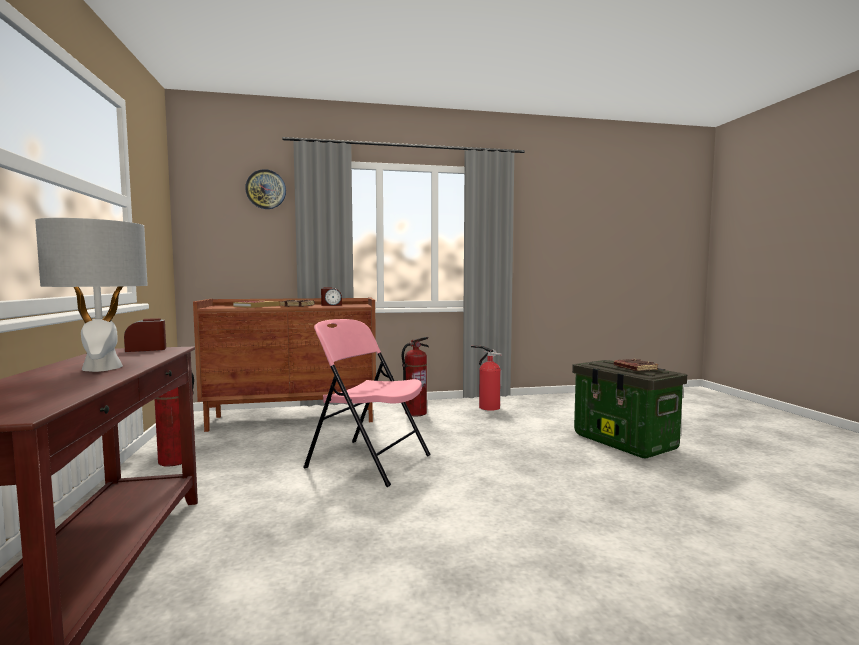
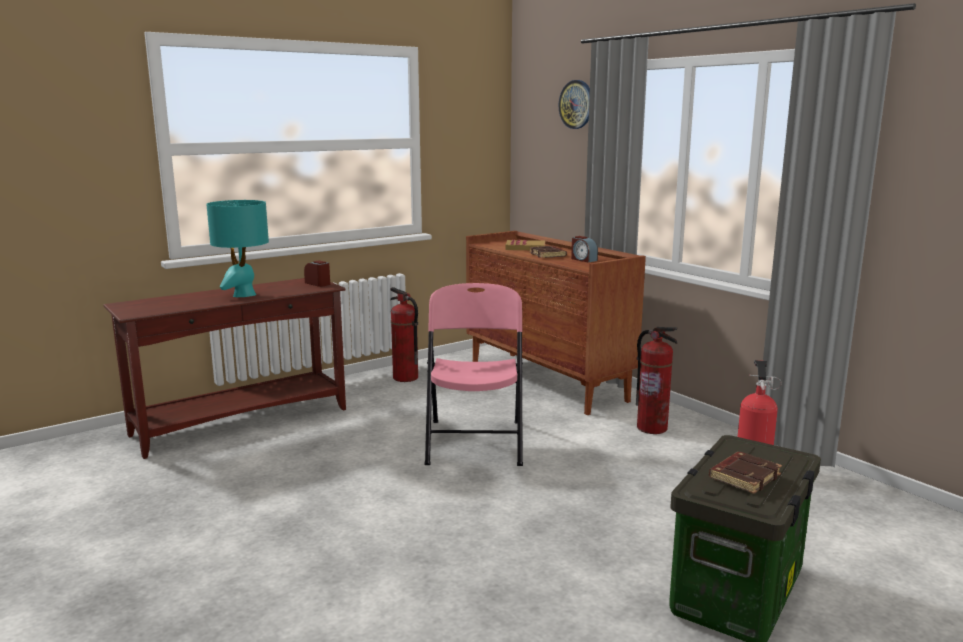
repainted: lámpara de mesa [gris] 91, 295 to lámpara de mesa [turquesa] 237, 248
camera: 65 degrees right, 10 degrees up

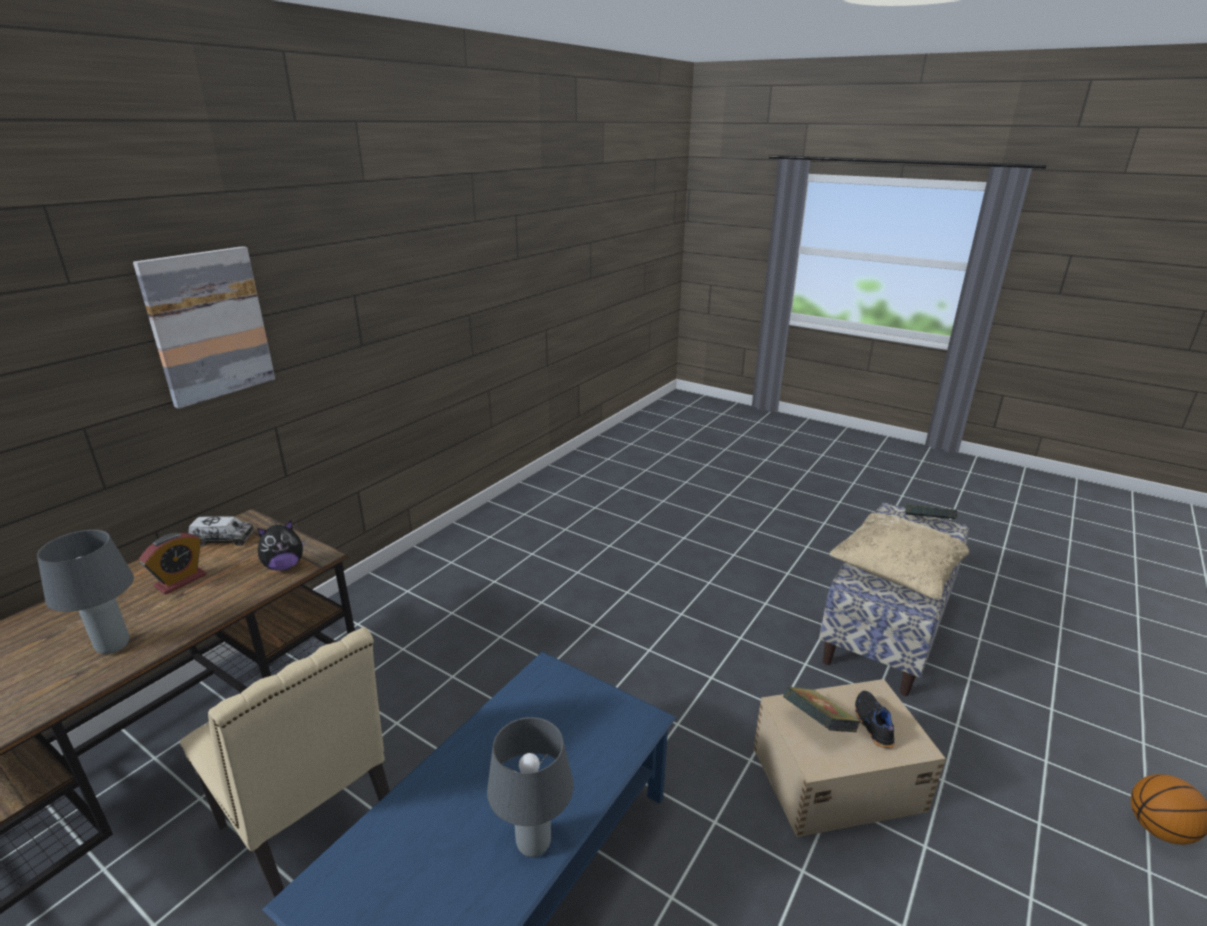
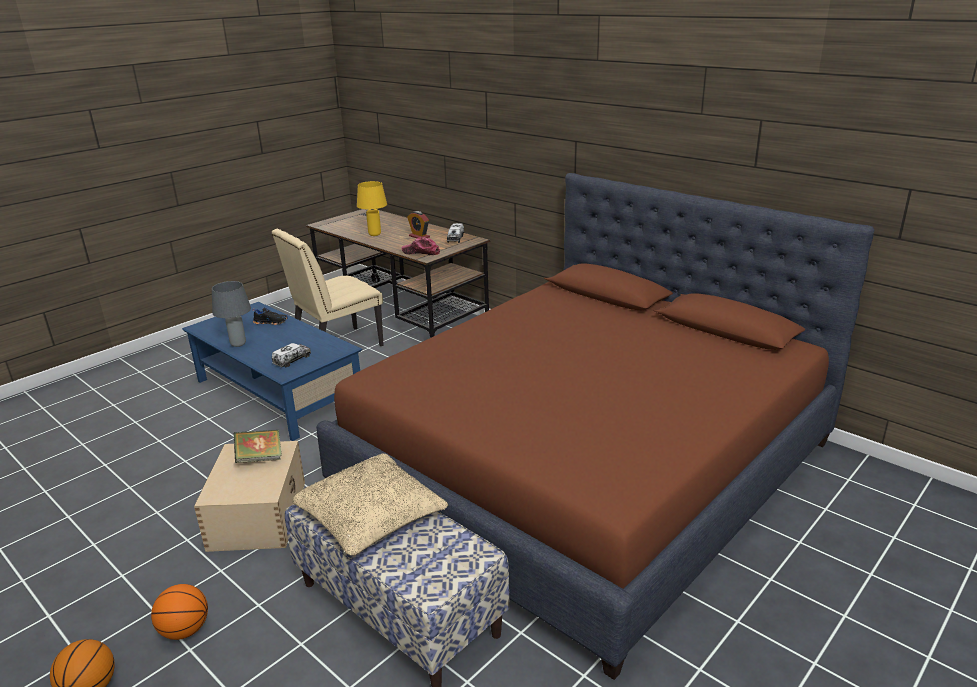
gone: cuadro 204, 327; libro 931, 511
new: cama [marrón] 595, 426; camión de juguete 291, 355; balón de baloncesto 179, 612
shifted: zapato [negro] 875, 720 to 270, 316
swapped: peluche 281, 546 to gorra 421, 246
repainted: lámpara de mesa [gris] 85, 592 to lámpara de mesa [amarillo] 372, 208
camera: 100 degrees right, 0 degrees up

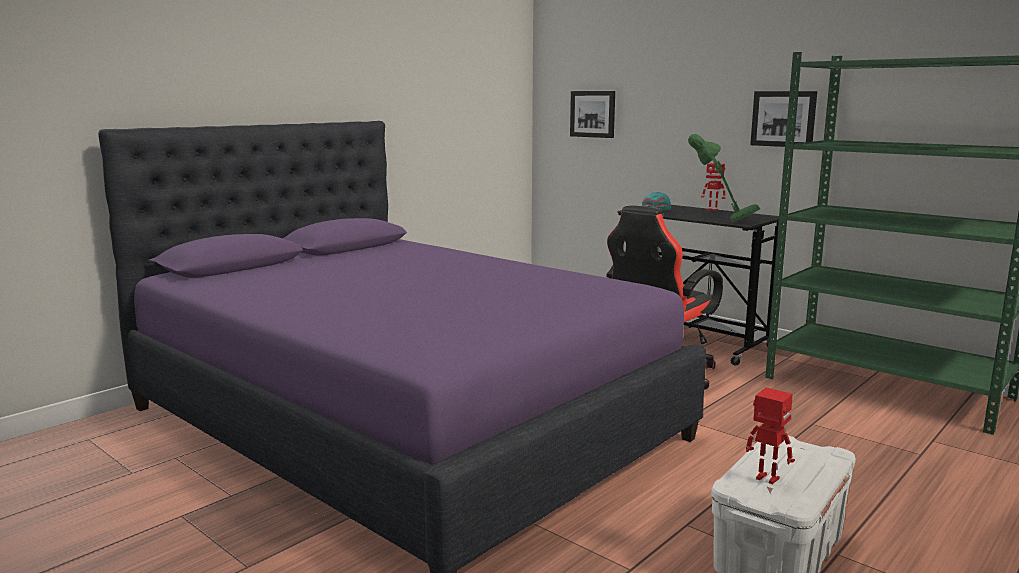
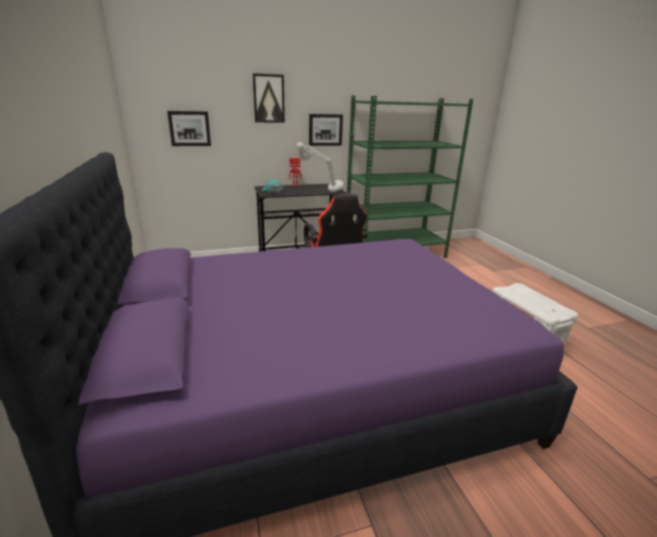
gone: robot de juguete 770, 435
new: cuadro 269, 98
repainted: lámpara de mesa [verde] 724, 178 to lámpara de mesa [gris] 320, 167
camera: 60 degrees left, 10 degrees up

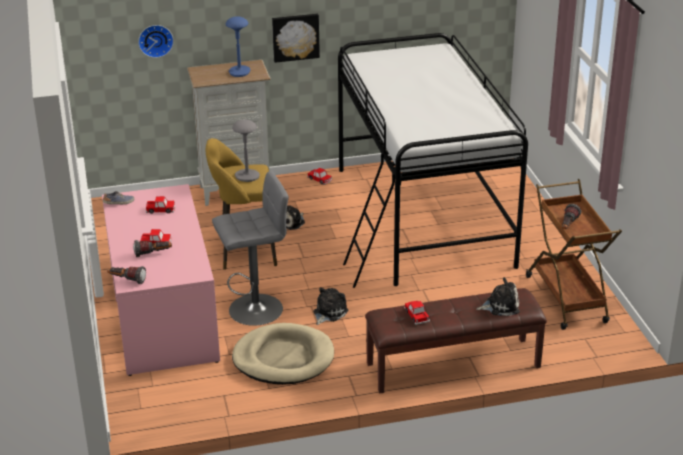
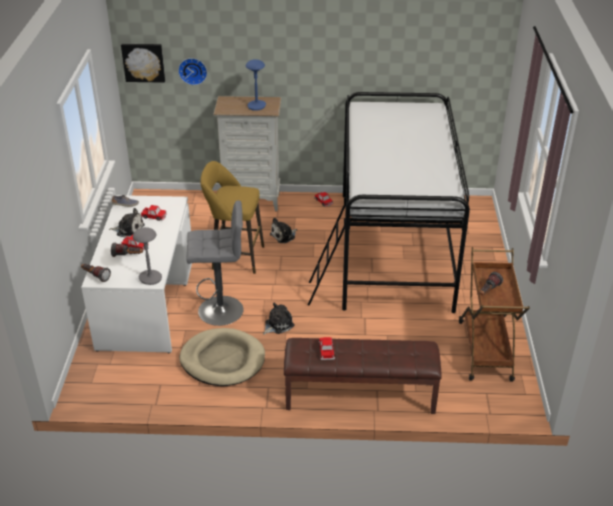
shifted: cuadro 296, 38 to 143, 63; lámpara de mesa [gris] 246, 151 to 147, 256; peluche 498, 296 to 127, 223
repainted: escritorio [rosa] 161, 280 to escritorio [blanco] 136, 274
camera: 15 degrees right, 5 degrees up

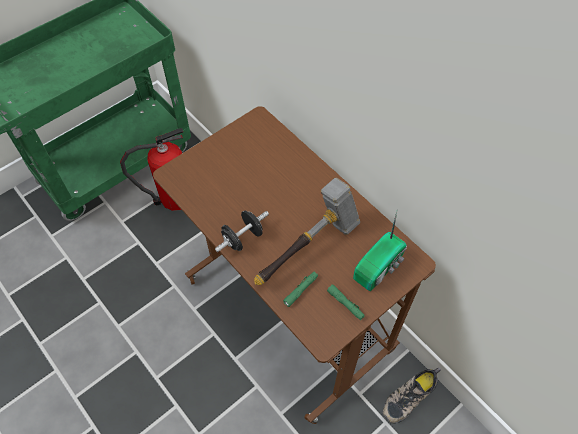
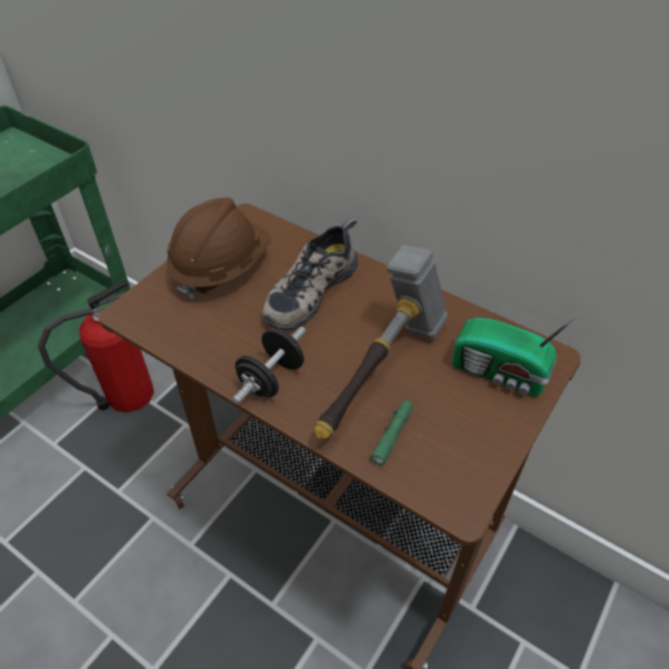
gone: linterna [verde] 346, 302
new: casco [marrón] 219, 248
shifted: zapato 412, 396 to 309, 274
rotated: radio 380, 251 = 516, 354 90 degrees clockwise
camera: 15 degrees left, 10 degrees down

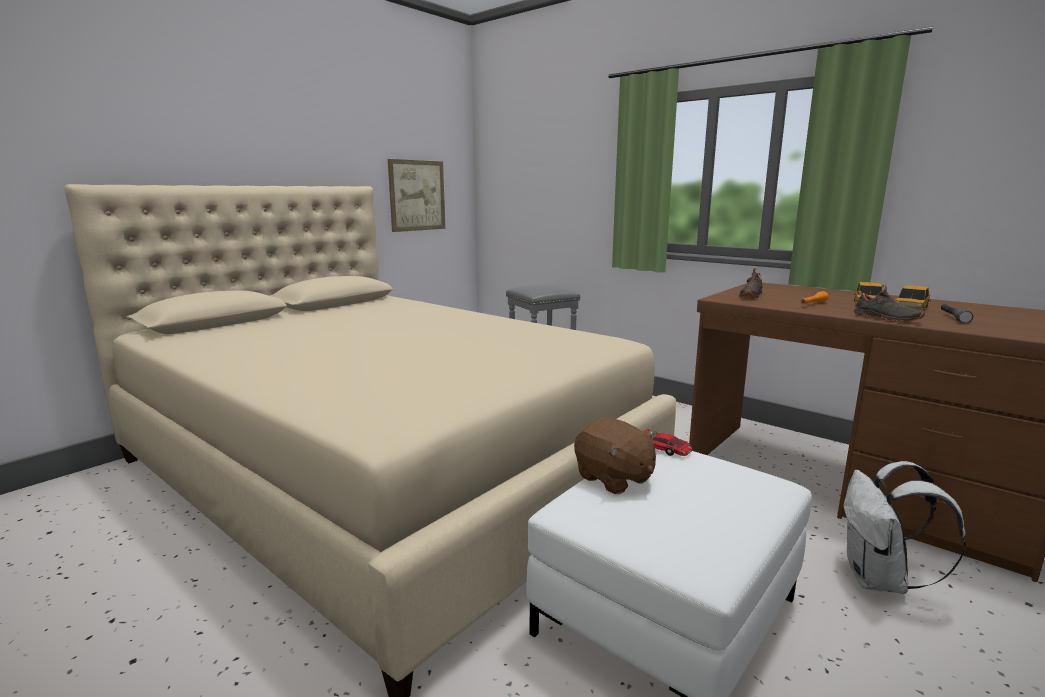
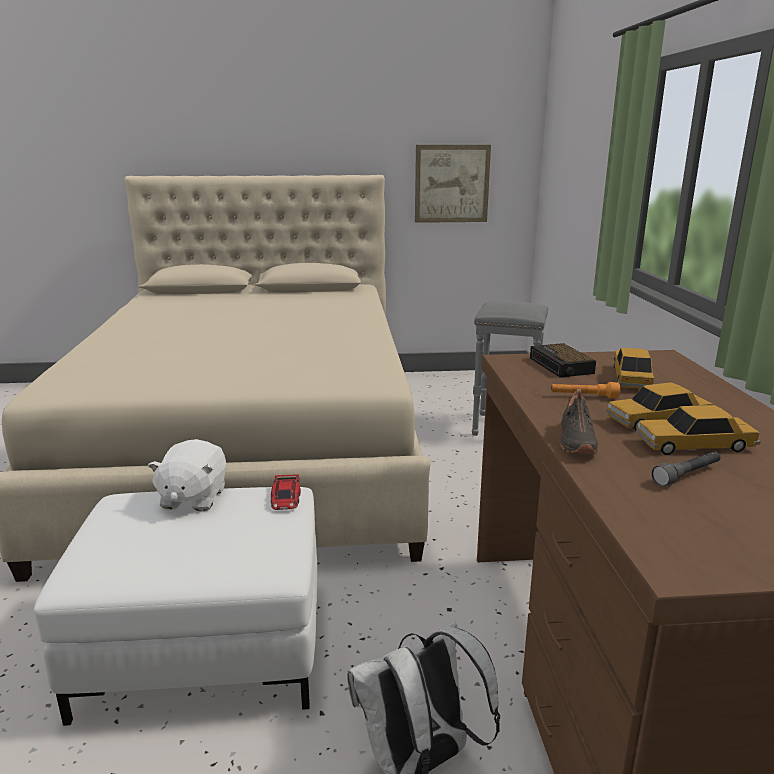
new: coche de juguete 633, 368
swapped: zapato [negro] 751, 283 to despertador 563, 360
repainted: peluche [marrón] 615, 456 to peluche [blanco] 187, 475
camera: 45 degrees right, 5 degrees up

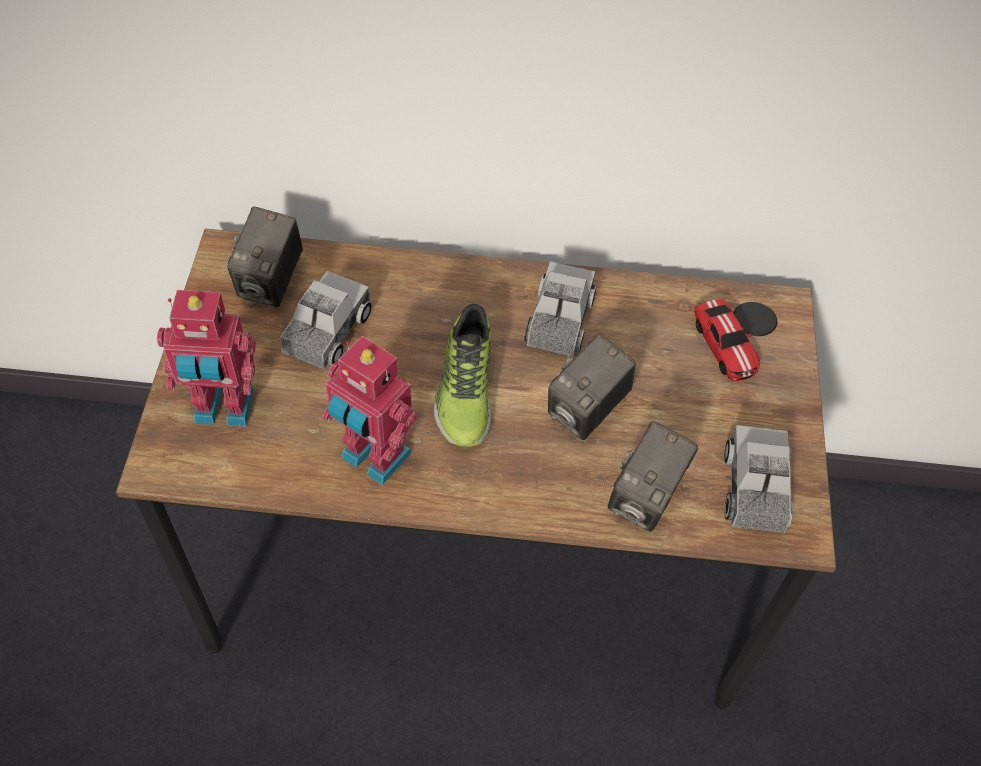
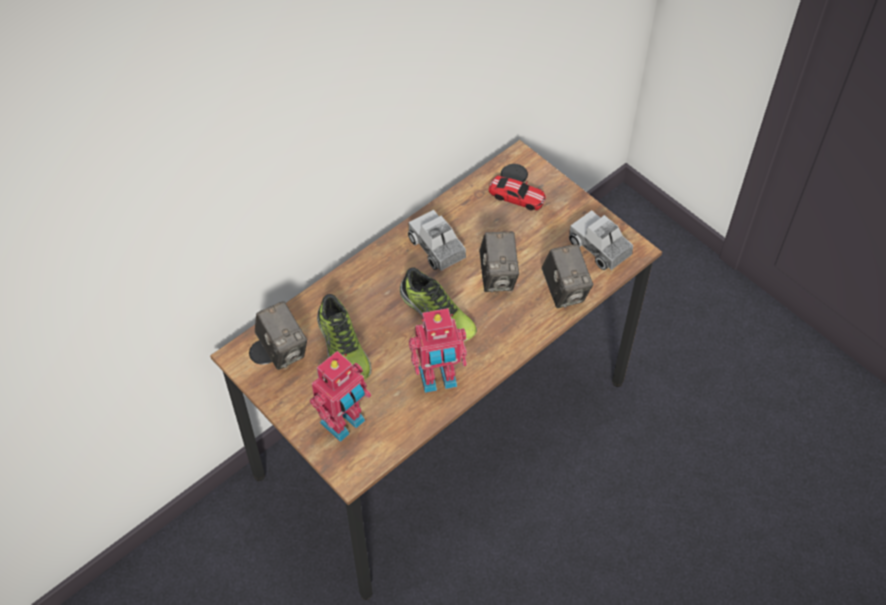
swapped: camión de juguete 326, 320 to zapato 344, 337
camera: 45 degrees left, 0 degrees up

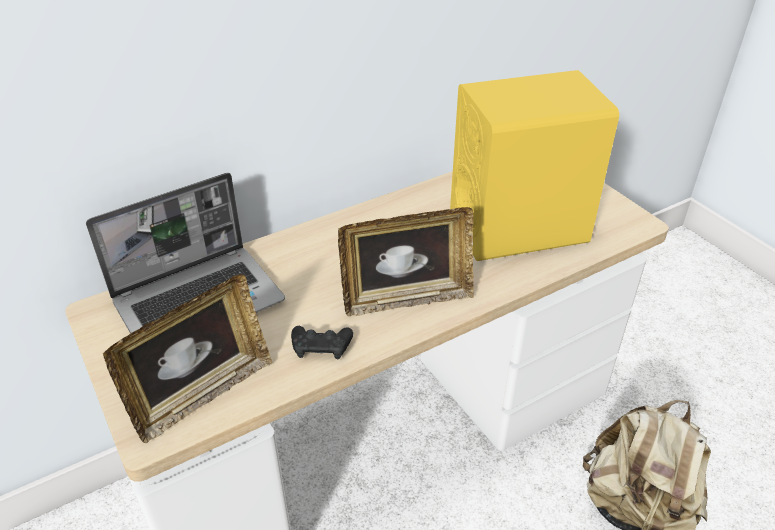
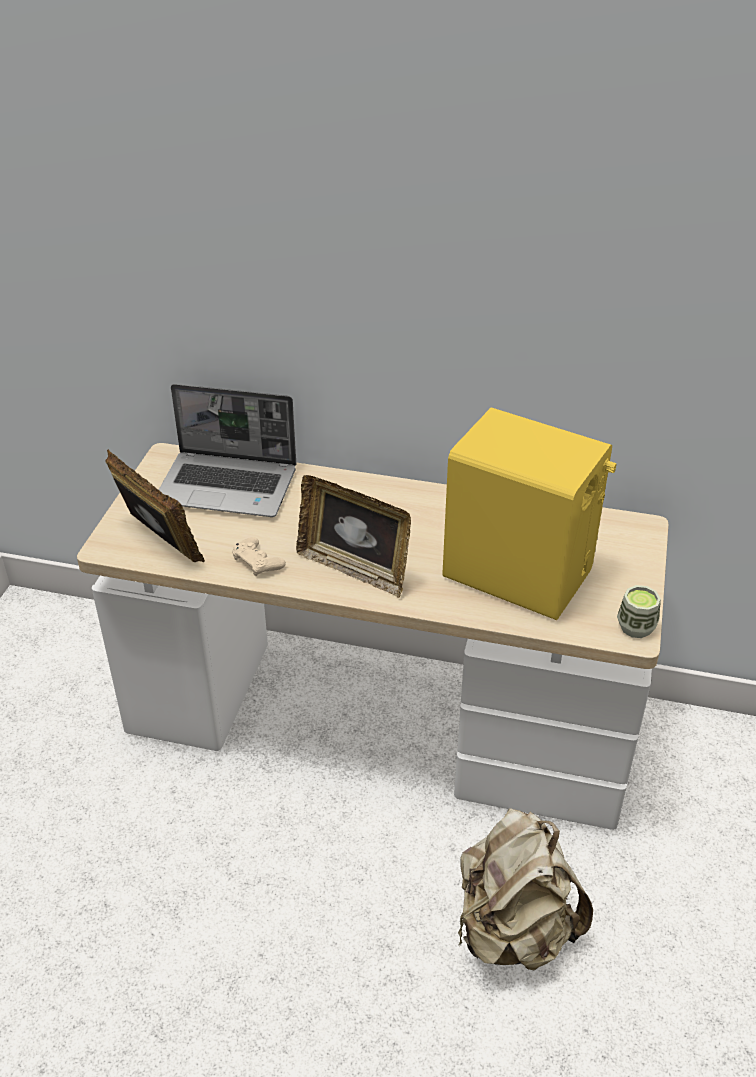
new: taza 639, 611
repainted: mando de consola [negro] 322, 343 to mando de consola [beis] 259, 556
rotated: portarretratos 188, 358 = 155, 505 135 degrees counterclockwise
camera: 45 degrees right, 0 degrees up

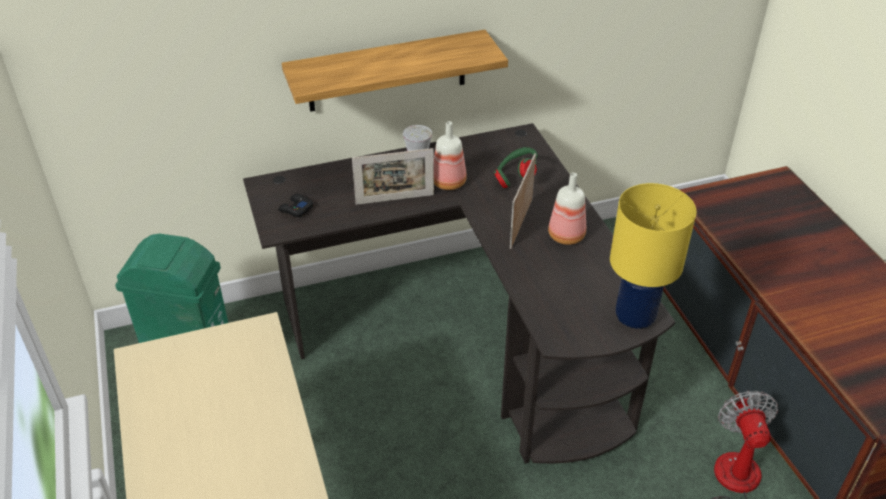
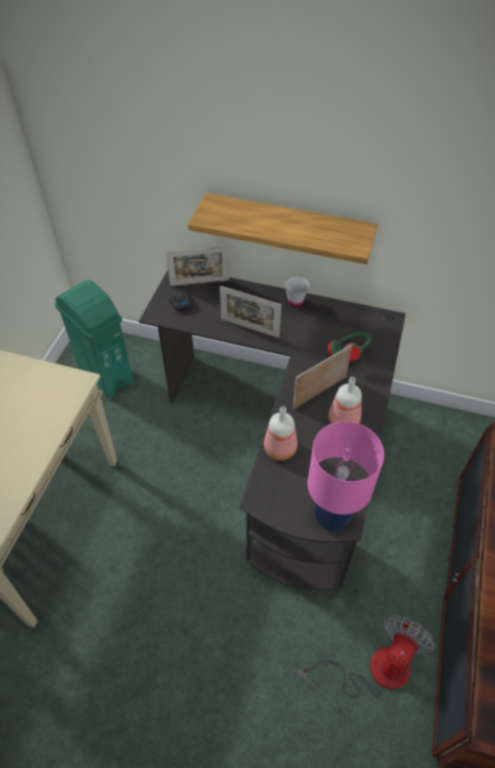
new: portarretratos 197, 266
shifted: botella 450, 155 to 280, 433
repainted: lámpara de mesa [amarillo] 653, 256 to lámpara de mesa [rosa] 345, 476
camera: 35 degrees right, 10 degrees up

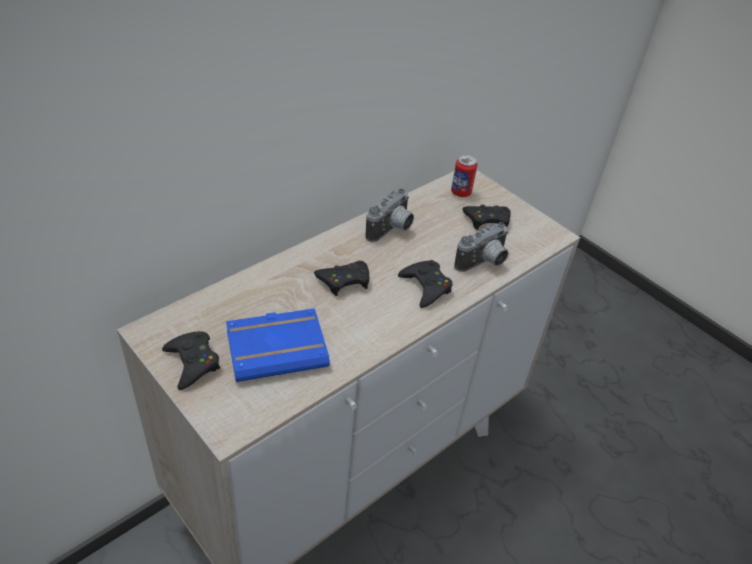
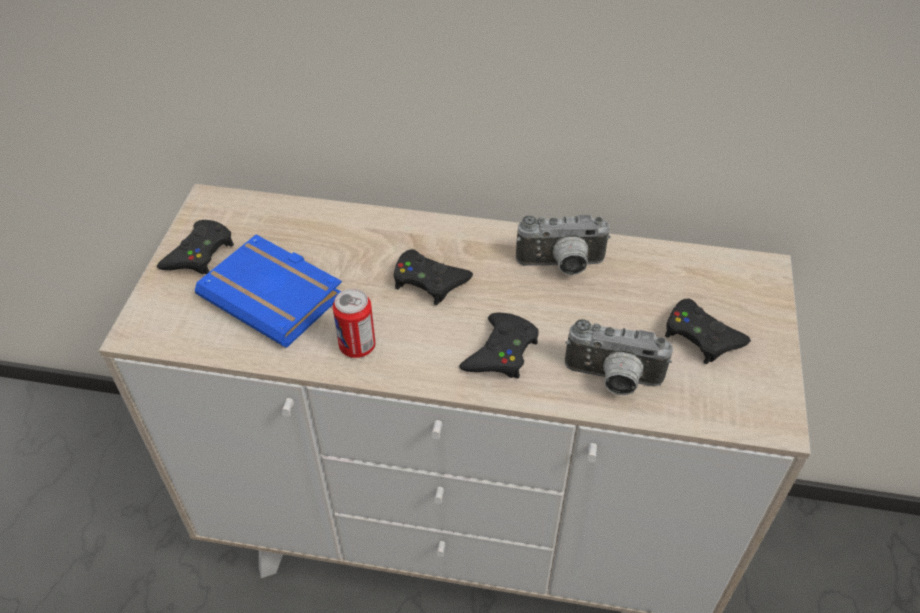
shifted: lata 464, 176 to 354, 323
camera: 55 degrees right, 5 degrees up

